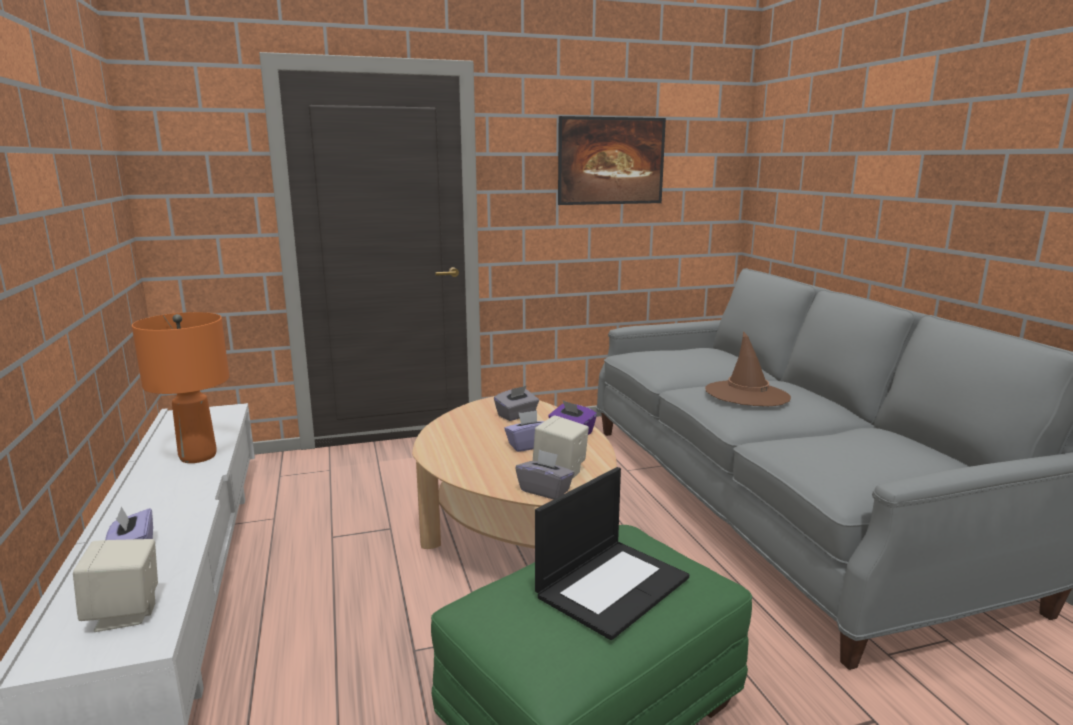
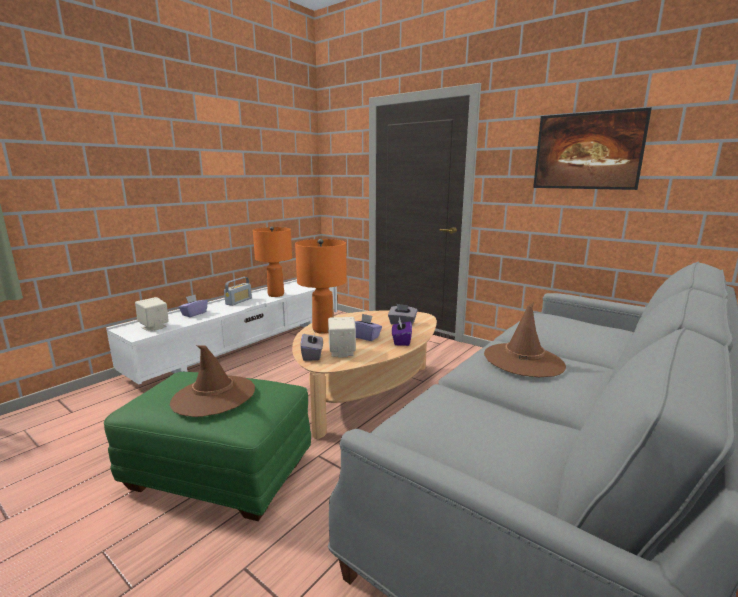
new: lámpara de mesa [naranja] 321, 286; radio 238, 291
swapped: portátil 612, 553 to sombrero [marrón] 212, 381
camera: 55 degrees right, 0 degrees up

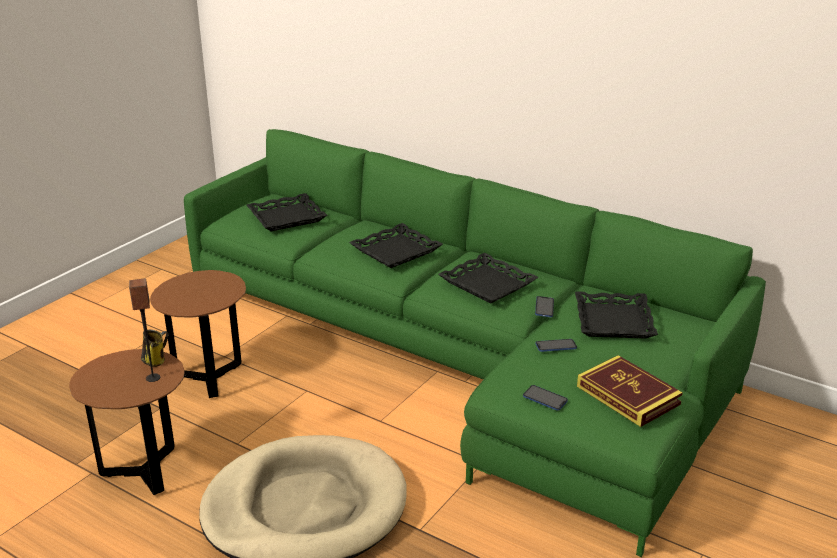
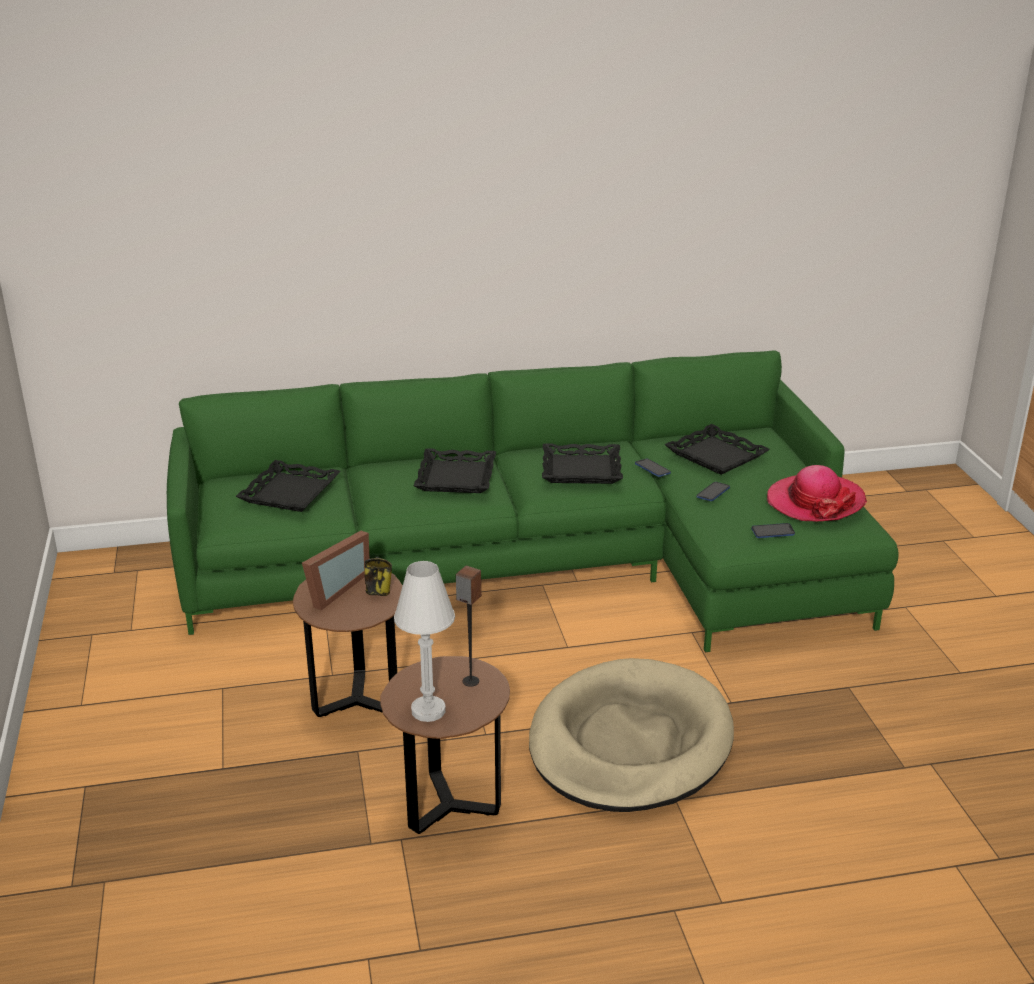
new: portarretratos 335, 570; lámpara de mesa [blanco] 424, 641
shifted: taza grande 155, 348 to 378, 576
swapped: libro 630, 391 to sombrero 817, 493
camera: 45 degrees left, 0 degrees up

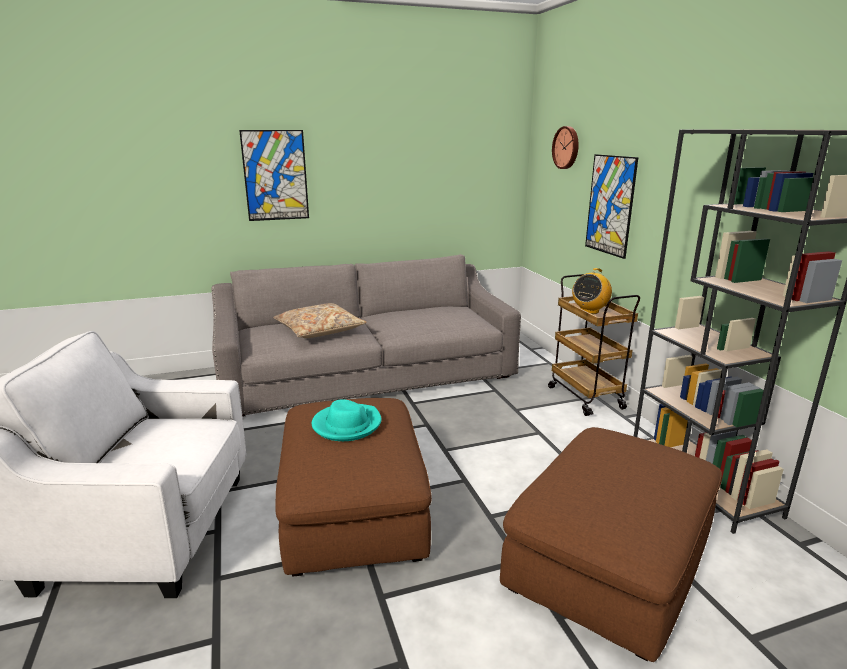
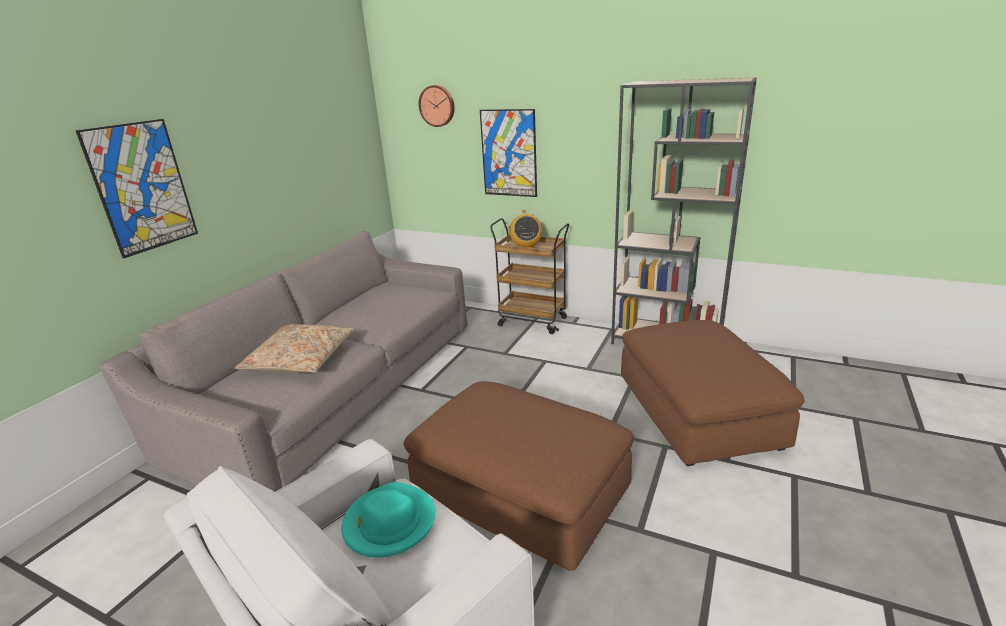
shifted: sombrero [turquesa] 346, 420 to 388, 520
camera: 45 degrees left, 5 degrees up

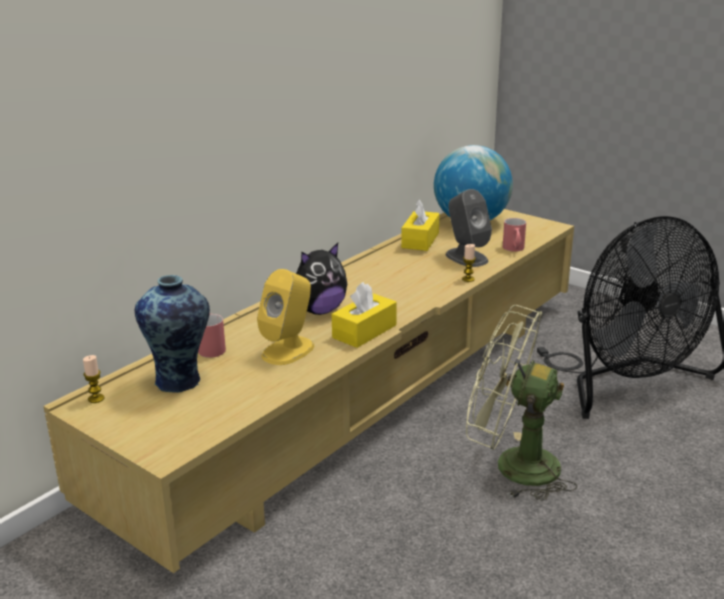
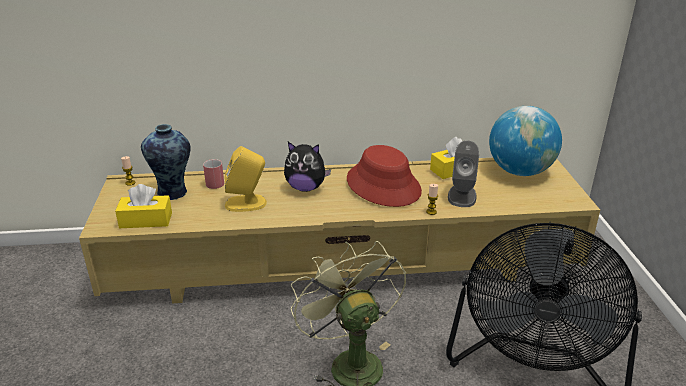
gone: taza grande [rojo] 514, 235
new: sombrero [rojo] 384, 176
shifted: caja de pañuelos [amarillo] 364, 315 to 143, 206
camera: 45 degrees right, 5 degrees up

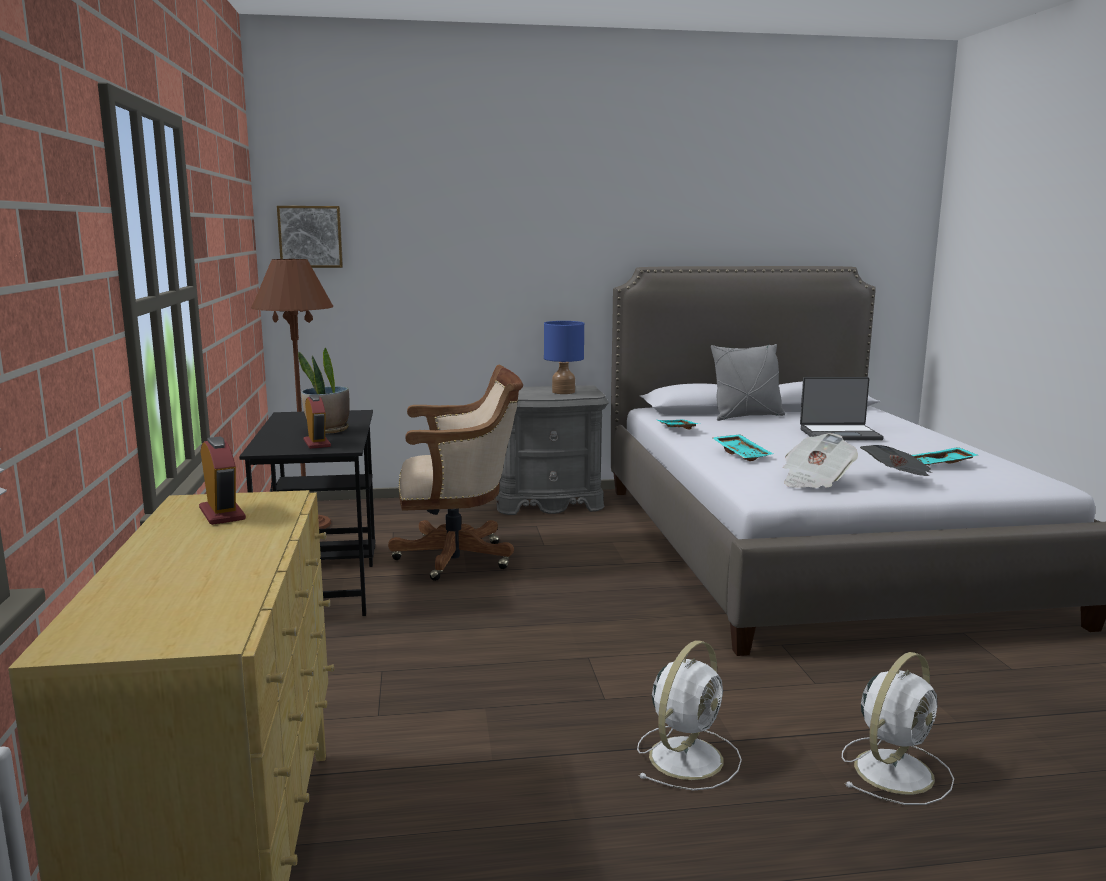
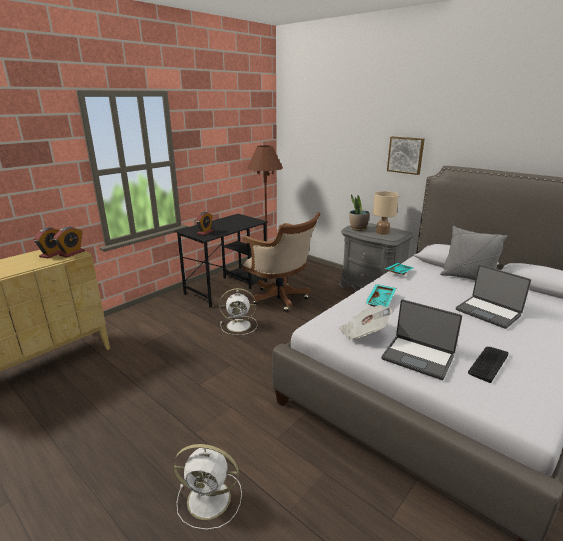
new: despertador 69, 242
shifted: cuadro 310, 237 to 406, 155; planta en maceta 324, 391 to 359, 213; ventilador [blanco] 689, 715 to 238, 311
swapped: periódico 896, 460 to portátil 421, 339; bandeja [turquesa] 945, 456 to teclado 488, 365
repainted: lámpara de mesa [azul] 564, 357 to lámpara de mesa [beis] 386, 213
camera: 50 degrees right, 10 degrees up

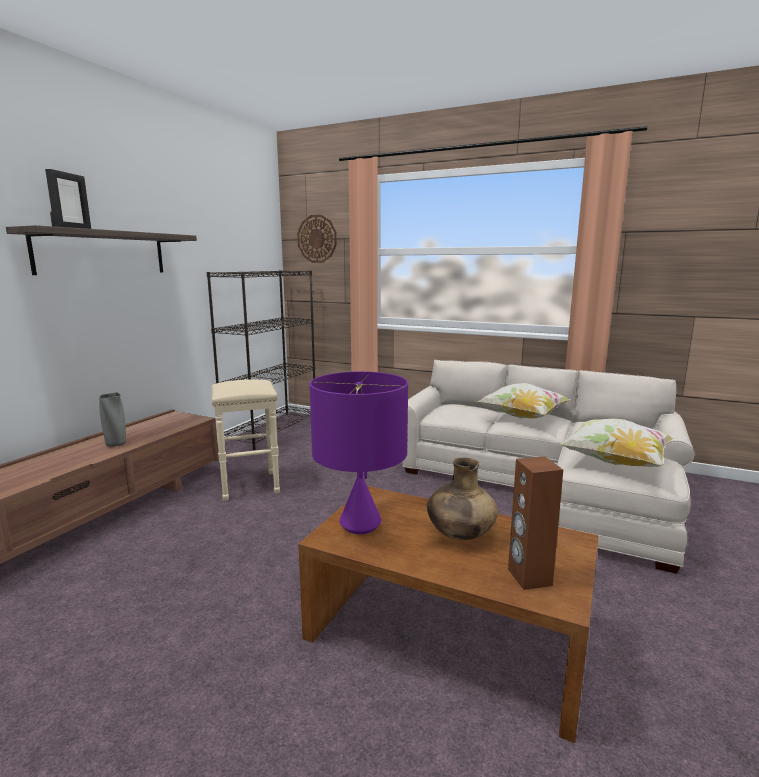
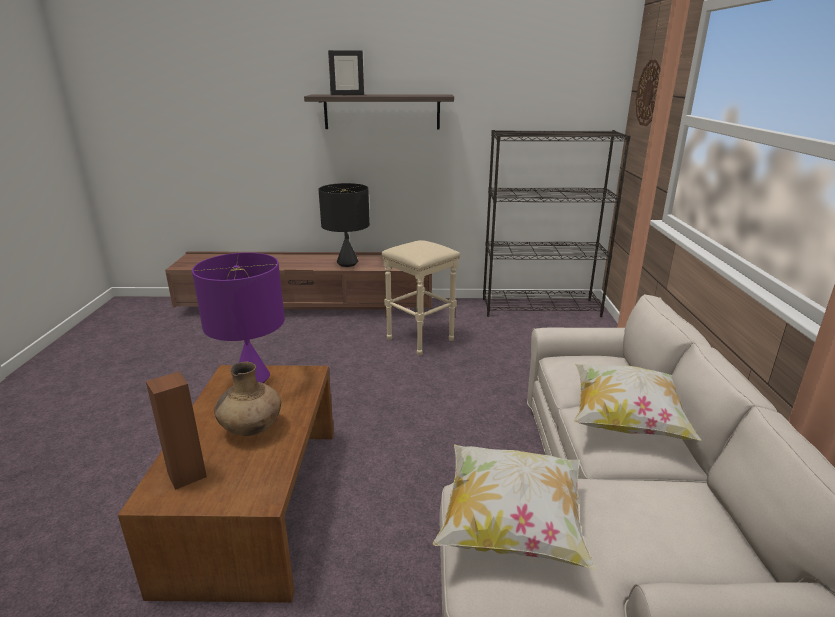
swapped: florero [gris] 112, 419 to lámpara de mesa [negro] 344, 225
camera: 65 degrees right, 10 degrees up

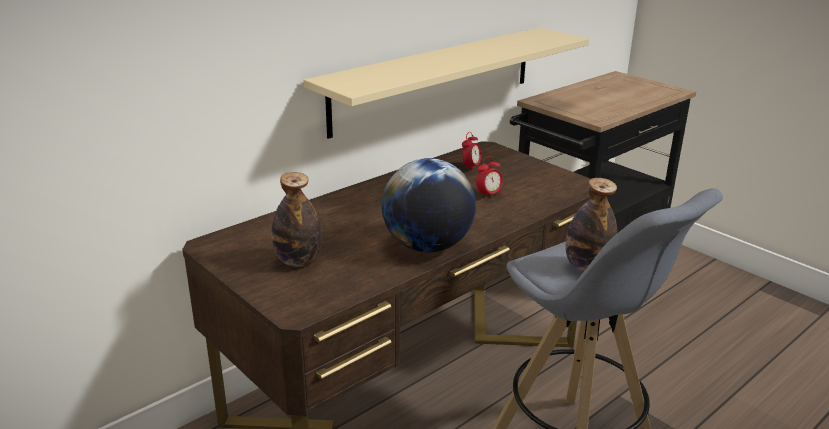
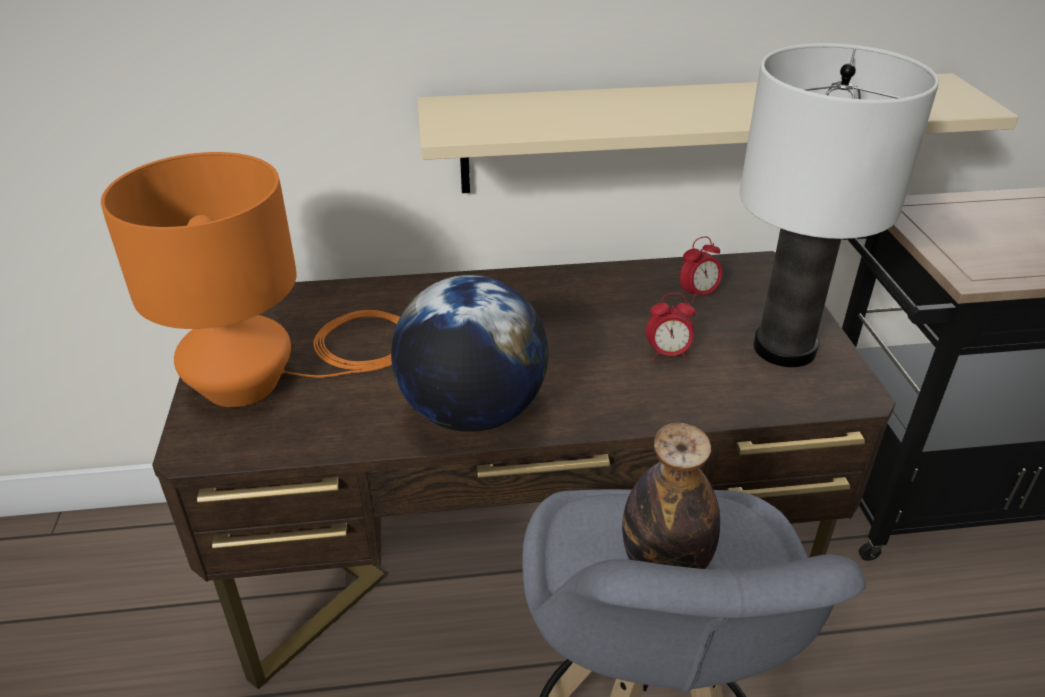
new: lámpara de mesa [blanco] 839, 205
swapped: botella 296, 219 to lámpara de mesa [naranja] 250, 279
camera: 35 degrees right, 10 degrees up

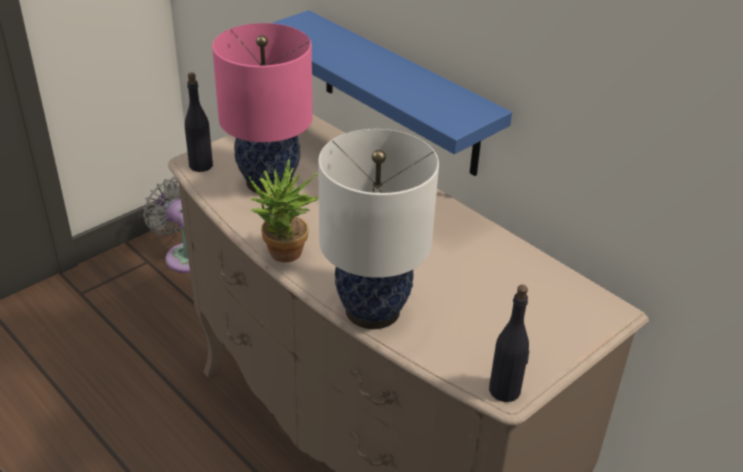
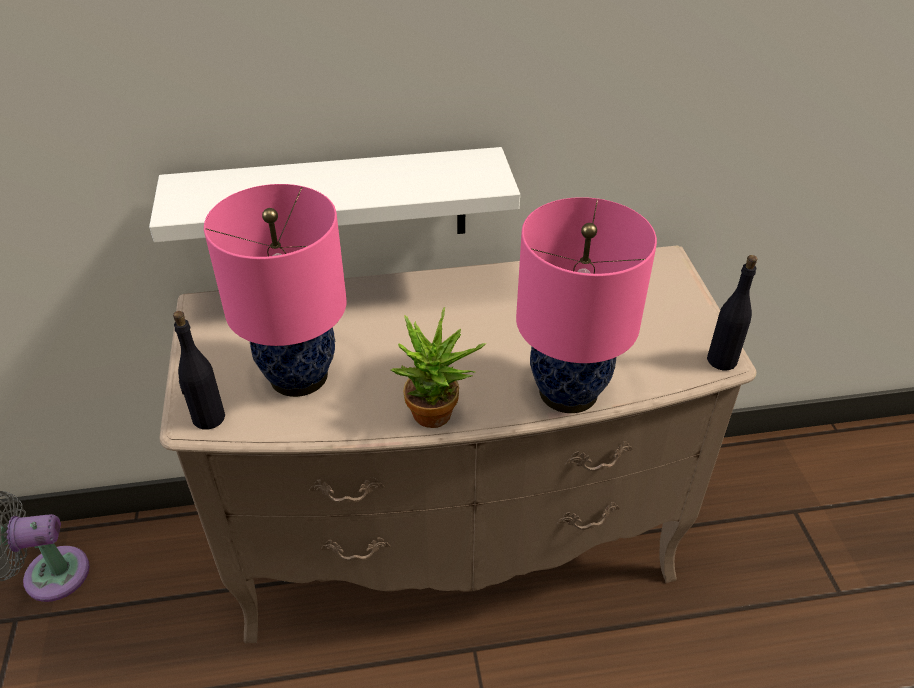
repainted: estante [azul] 392, 93 to estante [blanco] 334, 194; lámpara de mesa [blanco] 378, 229 to lámpara de mesa [rosa] 586, 305
camera: 55 degrees left, 5 degrees up

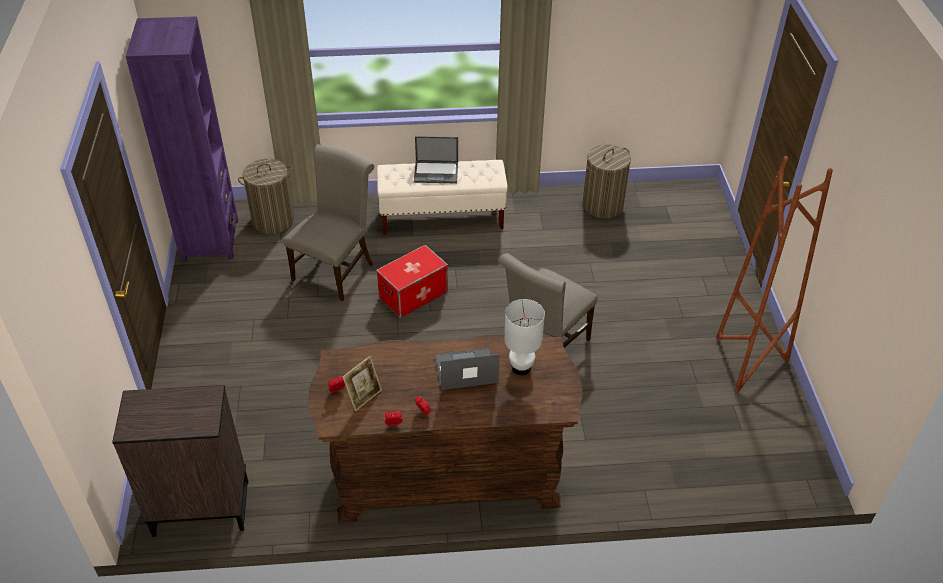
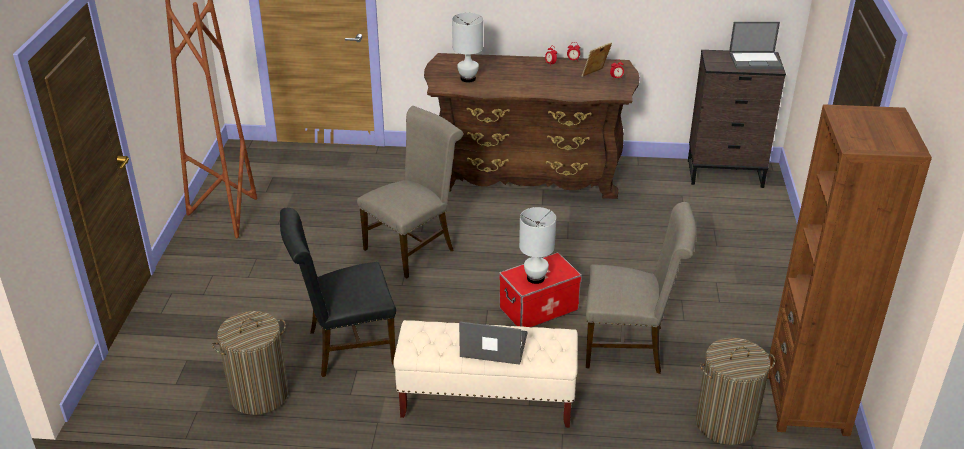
new: lámpara de mesa [blanco] 537, 245; silla [negro] 338, 292
shifted: portátil 467, 369 to 756, 45
repainted: estantería [morado] 182, 139 to estantería [marrón] 849, 270
rotated: silla [beis] 328, 222 = 641, 288 120 degrees counterclockwise
camera: 170 degrees left, 10 degrees down

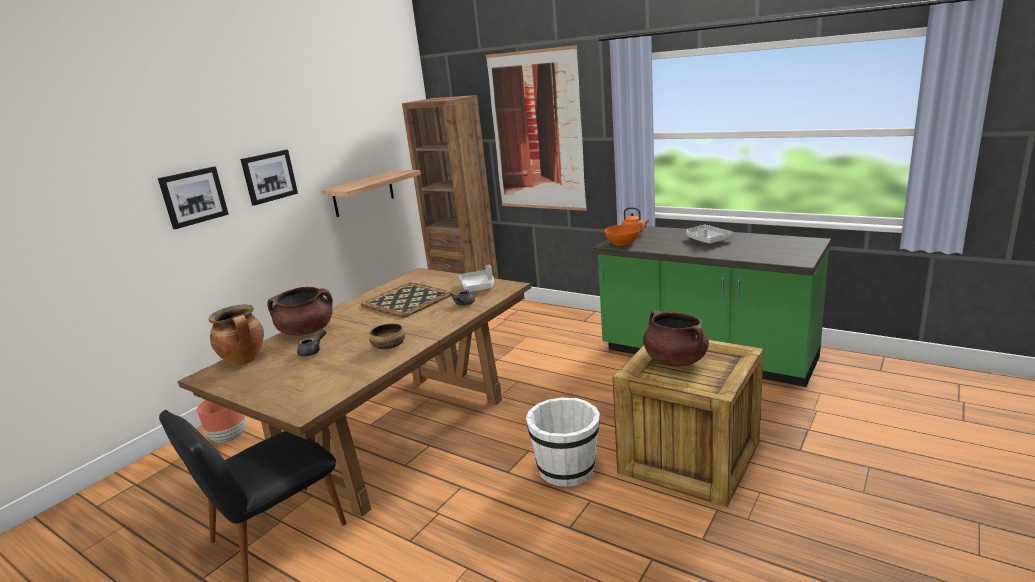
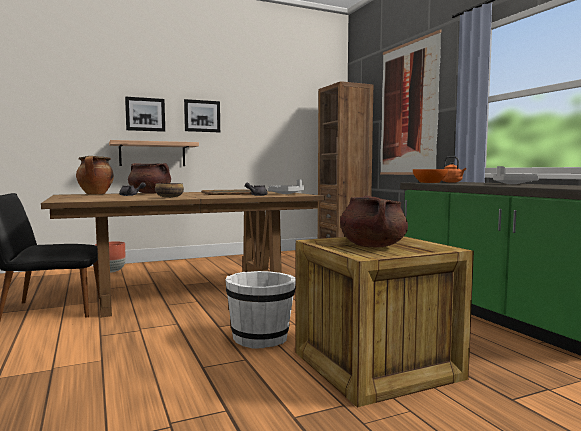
shifted: estante 371, 193 to 154, 153
camera: 30 degrees right, 15 degrees down

